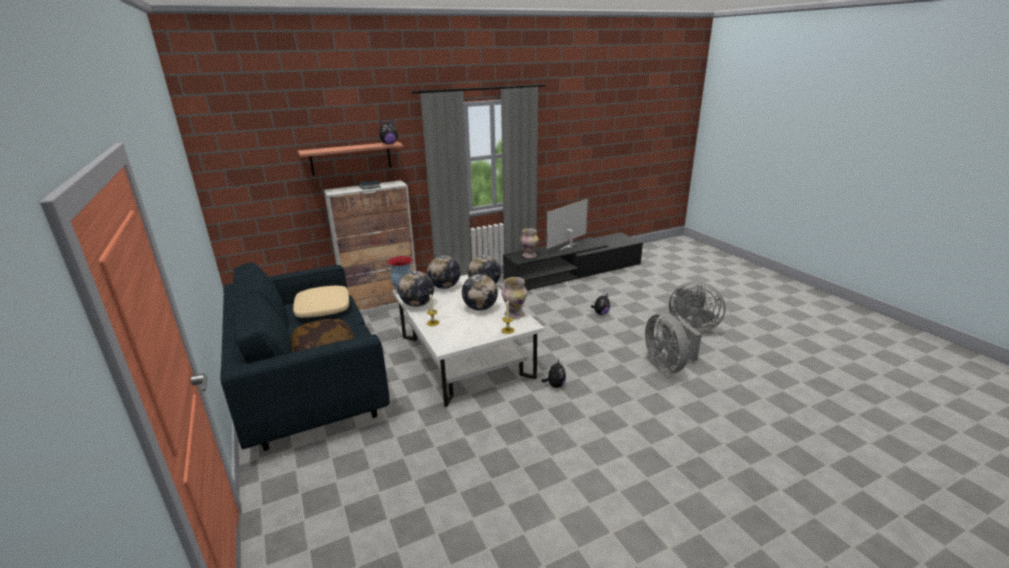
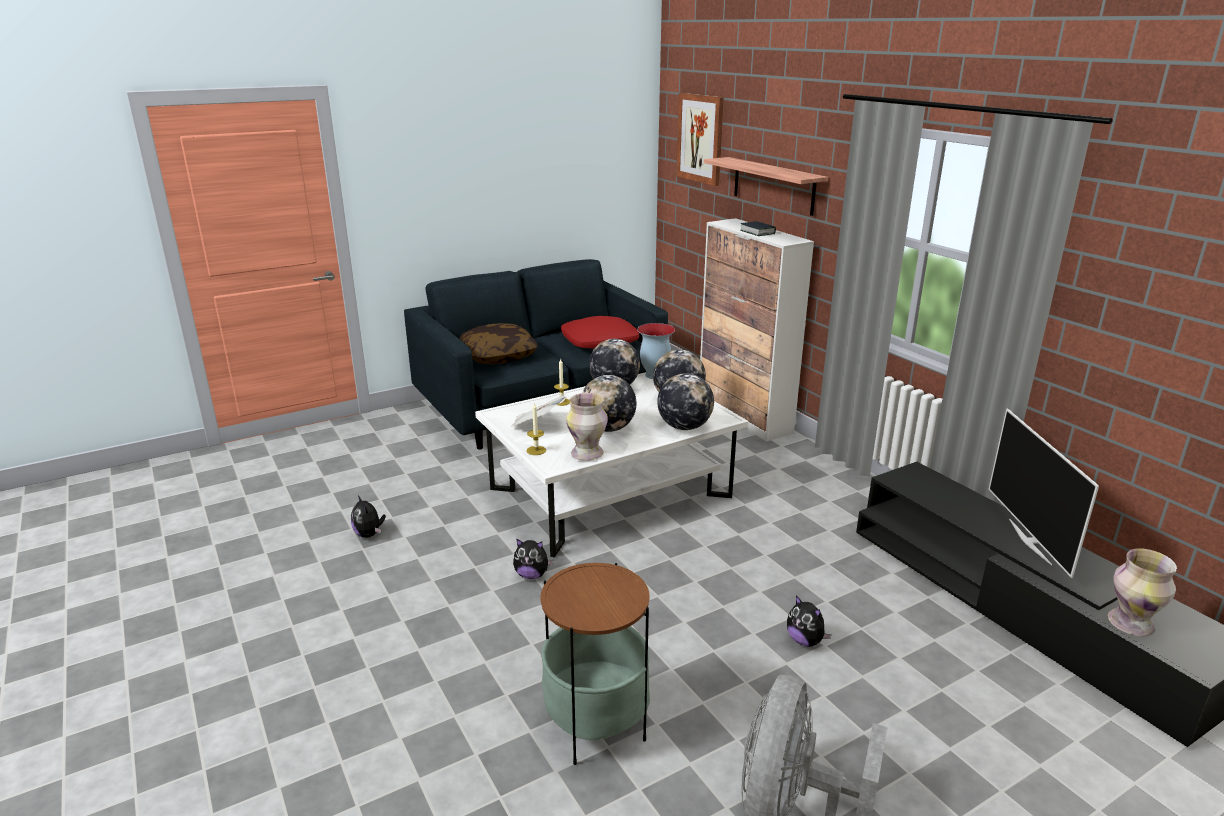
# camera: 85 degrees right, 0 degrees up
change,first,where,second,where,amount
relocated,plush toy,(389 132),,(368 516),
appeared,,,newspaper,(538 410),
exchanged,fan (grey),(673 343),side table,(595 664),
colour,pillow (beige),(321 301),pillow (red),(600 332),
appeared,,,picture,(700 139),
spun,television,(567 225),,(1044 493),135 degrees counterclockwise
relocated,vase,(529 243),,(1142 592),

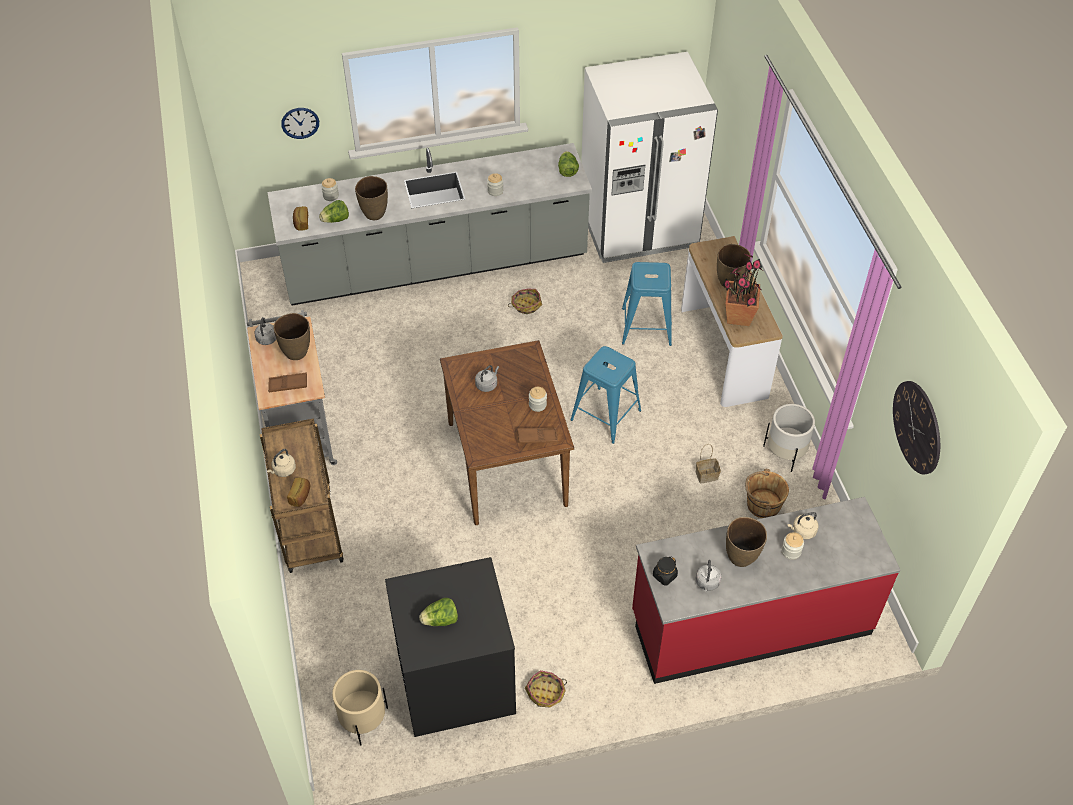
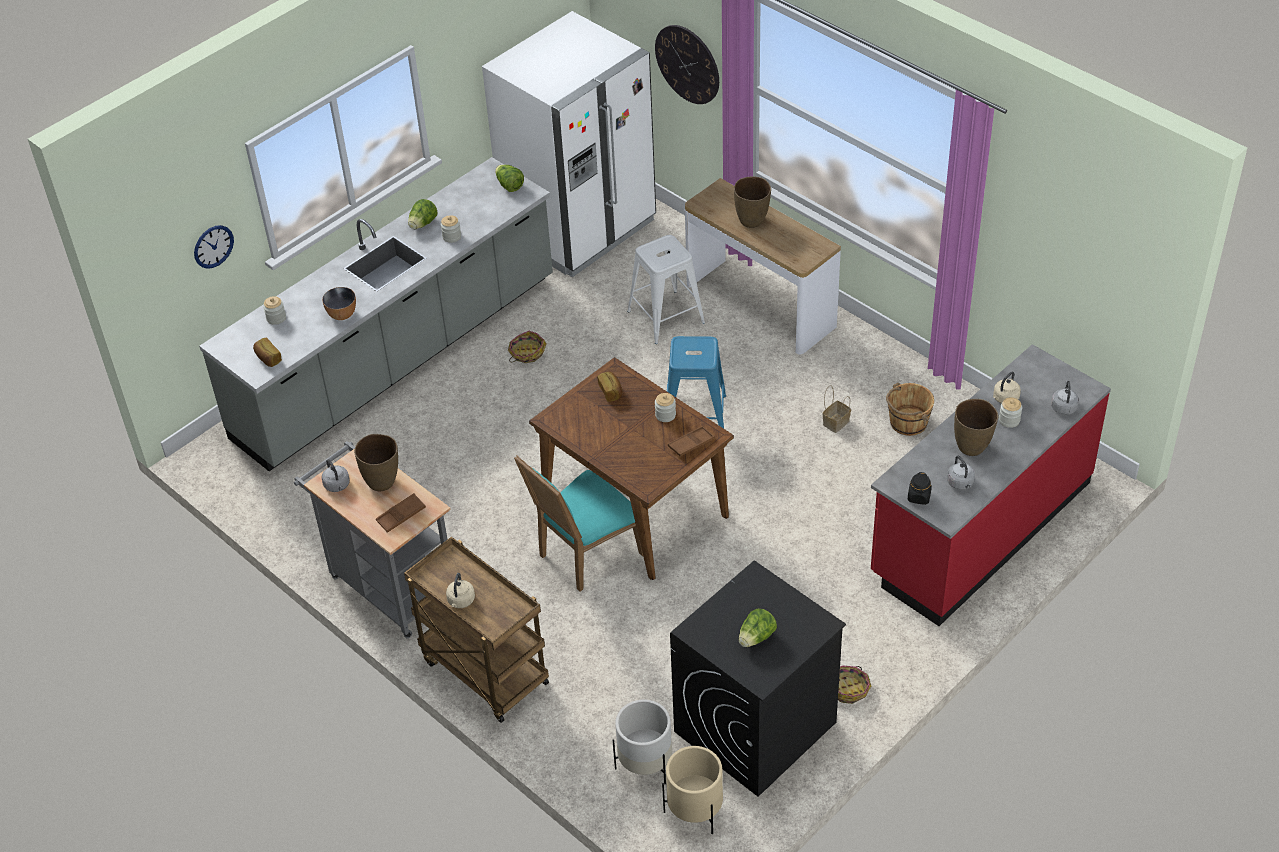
# camera: 30 degrees left, 5 degrees down
change,first,where,second,where,amount
exchanged,vase (brown),(371 198),bowl,(339 303),
relocated,lettuce,(334 211),,(423 214),
appeared,,,chair (turquoise),(578 523),
relocated,bread,(298 492),,(609 386),
relocated,planter (white),(789 438),,(642 742),
colour,stool (blue),(647 304),stool (white),(666 289),
relocated,wall clock,(916 428),,(687 64),
relocated,kettle (grey),(487 378),,(1065 398),
missing,potted plant,(743 290),,,

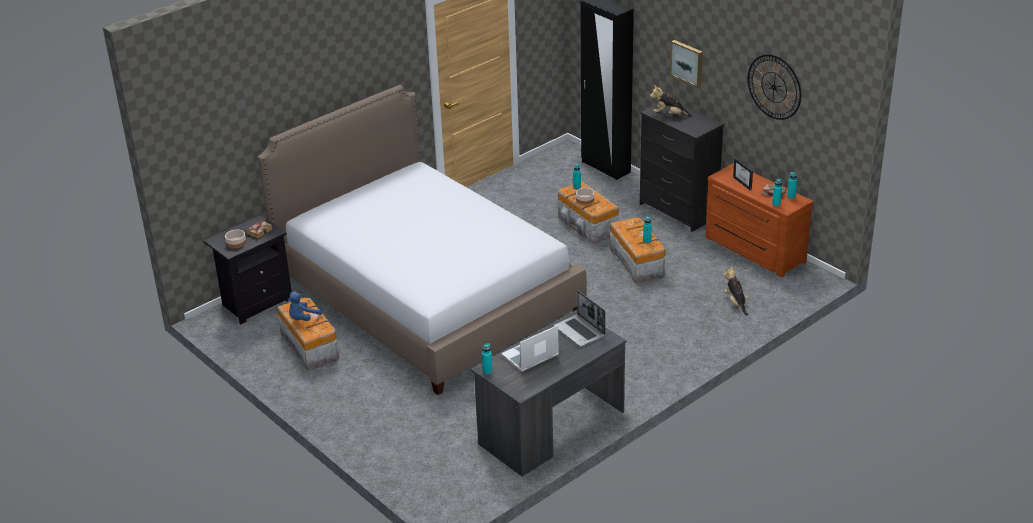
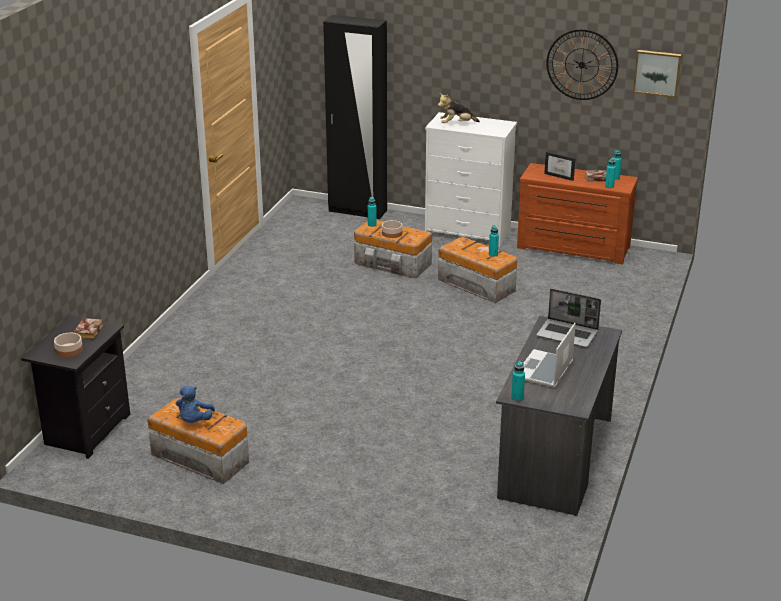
# camera: 30 degrees left, 5 degrees down
change,first,where,second,where,amount
colour,dresser (black),(682 167),dresser (white),(471 179),
relocated,picture,(686 63),,(657 74),
missing,bed,(422 240),,,
missing,plush toy,(735 291),,,

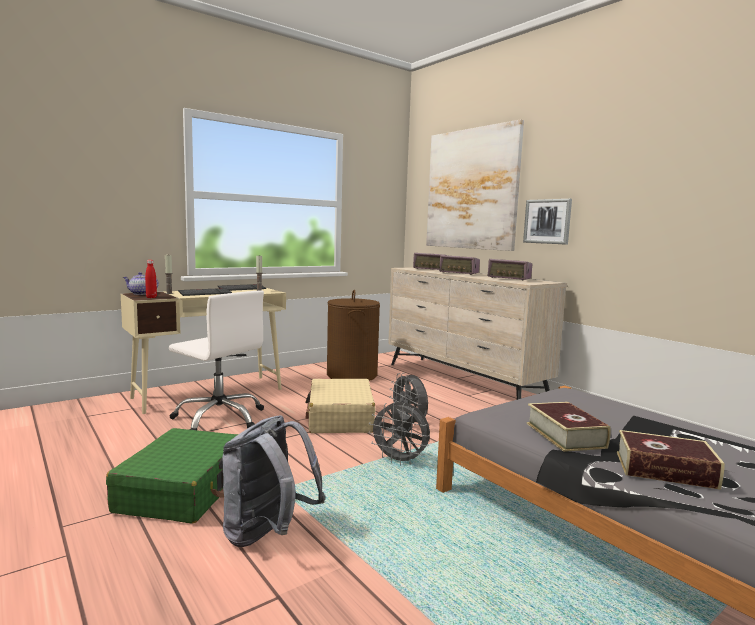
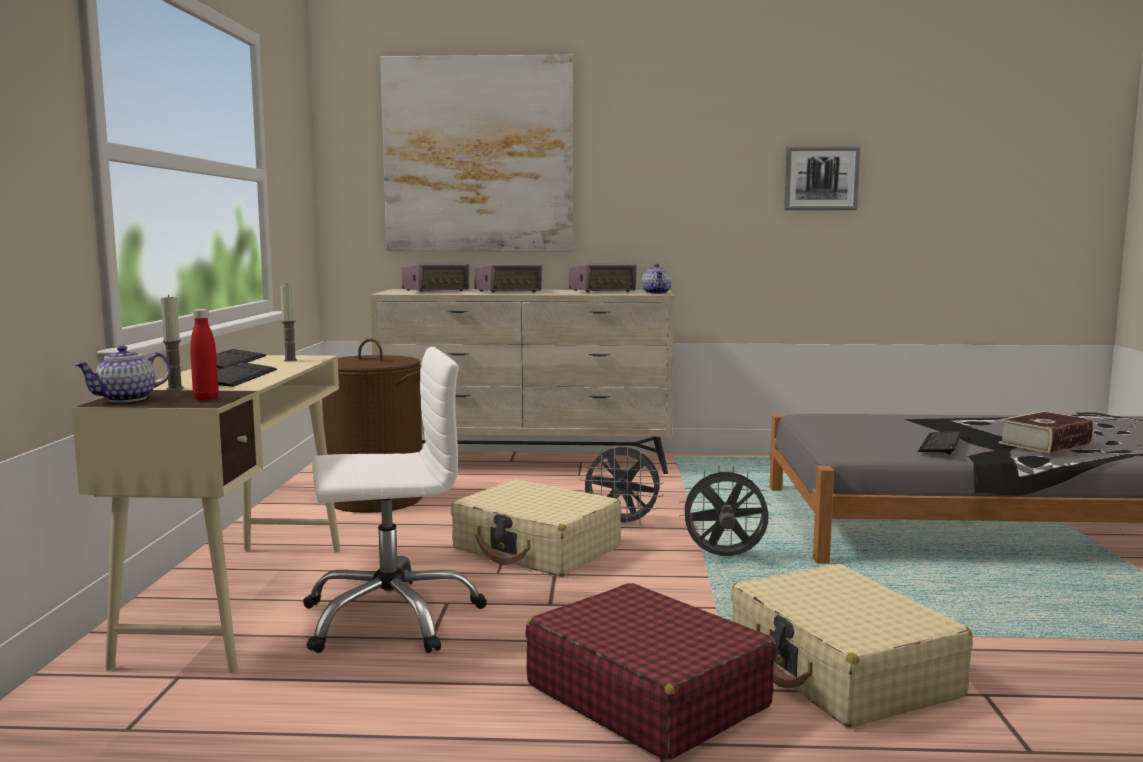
# camera: 50 degrees left, 0 degrees up
change,first,where,second,where,amount
colour,suitcase (green),(172 476),suitcase (red),(651 672),
appeared,,,teapot,(657 279),
spun,fan (grey),(399 433),,(725 511),150 degrees counterclockwise
exchanged,backpack (grey),(274 481),suitcase (beige),(852 646),
relocated,picture,(547 222),,(822 178),
exchanged,book,(568 427),keyboard,(940 442),

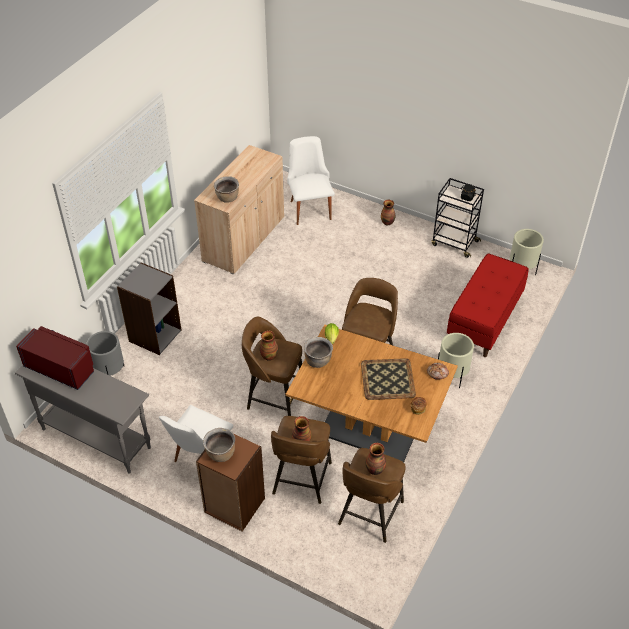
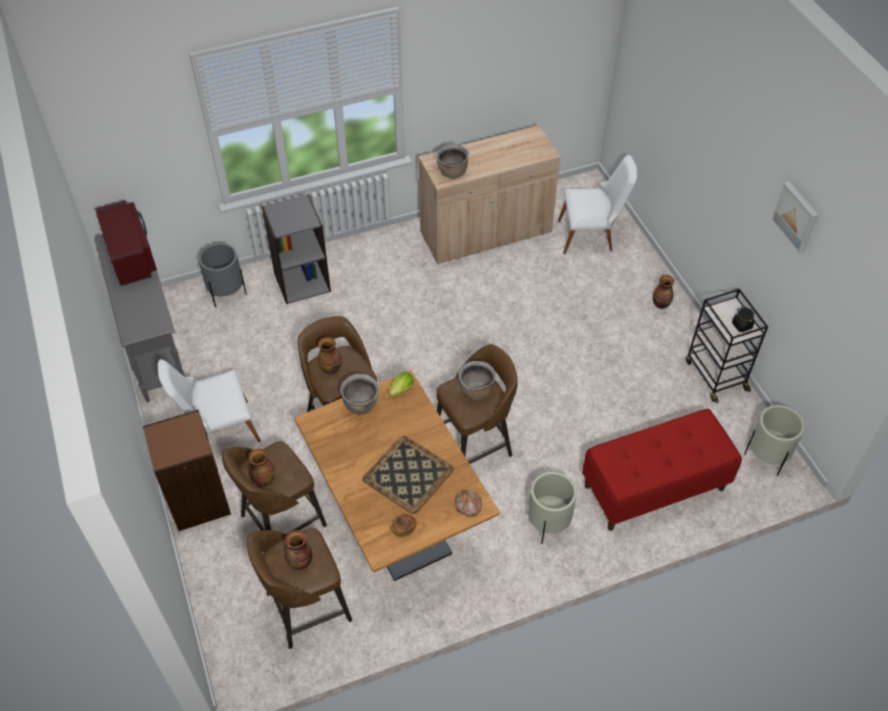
# camera: 40 degrees right, 5 degrees up
change,first,where,second,where,amount
relocated,cooking pot (brown),(219 445),,(477 380),
spun,chair (white),(311 180),,(597 204),60 degrees clockwise
appeared,,,picture,(795 217),

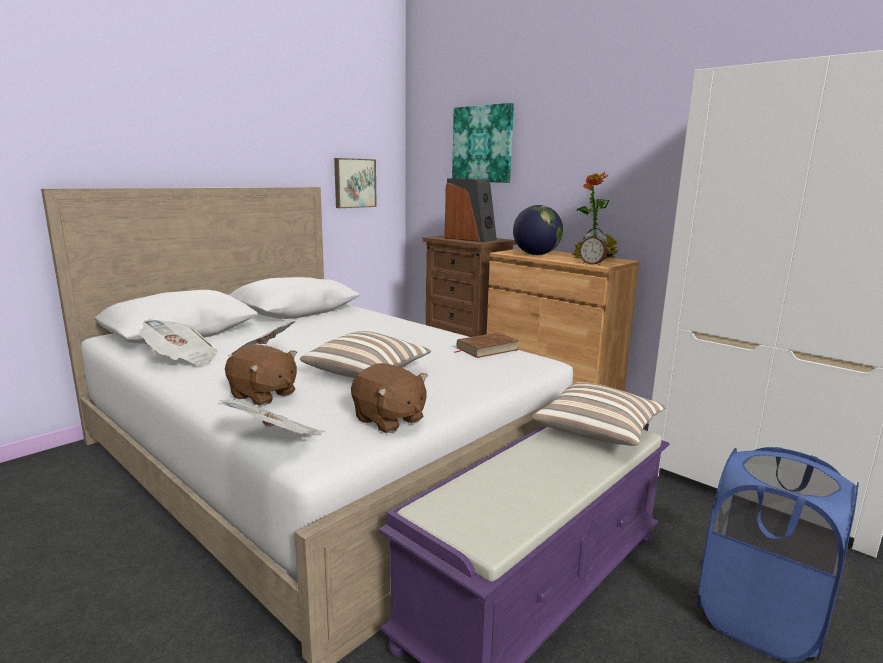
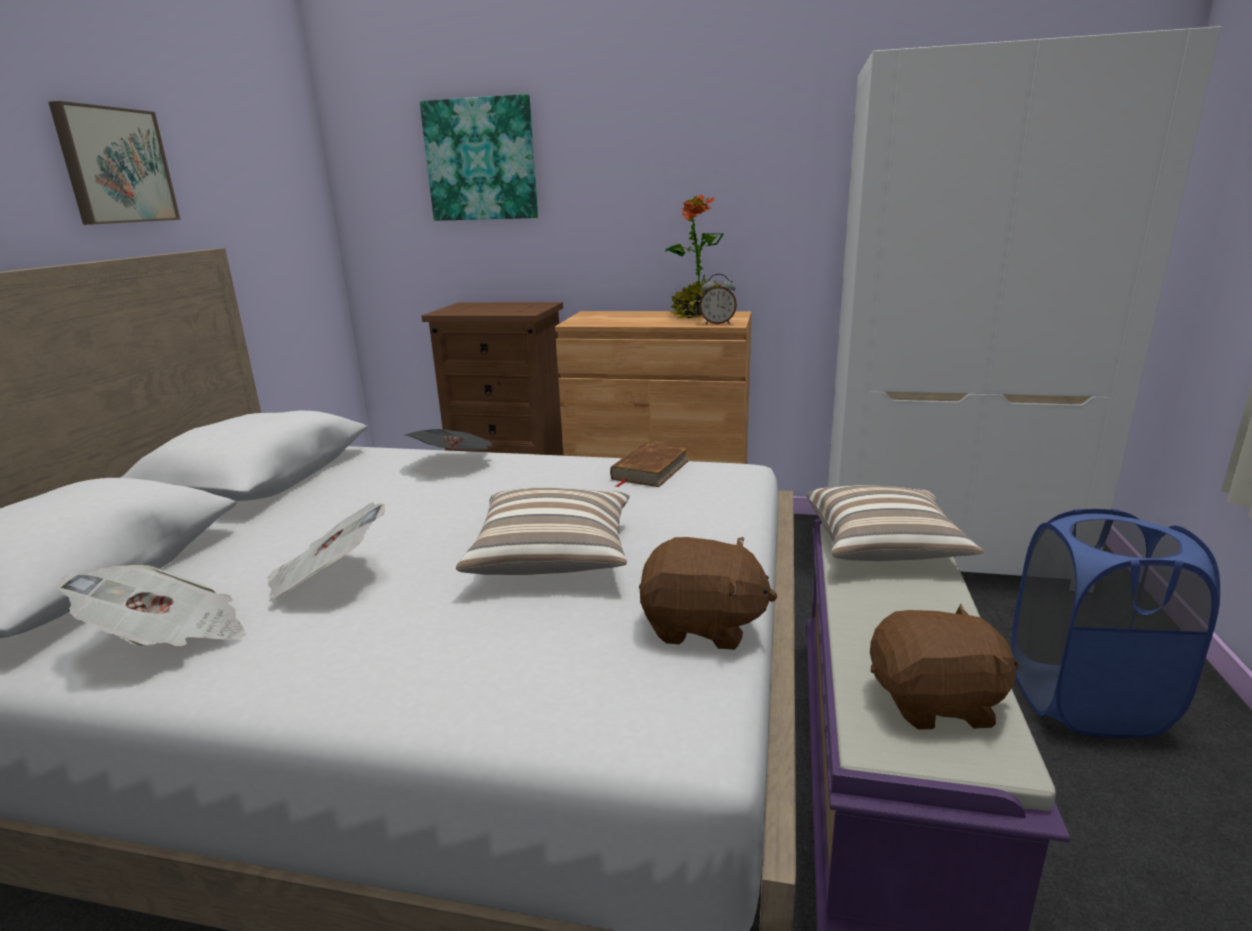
# camera: 30 degrees left, 5 degrees up
change,first,where,second,where,amount
relocated,picture,(355 183),,(114 163),
relocated,newspaper,(272 417),,(449 439),
relocated,plush toy (brown),(261 375),,(944 667),
missing,speaker,(470 210),,,
missing,globe,(538 230),,,

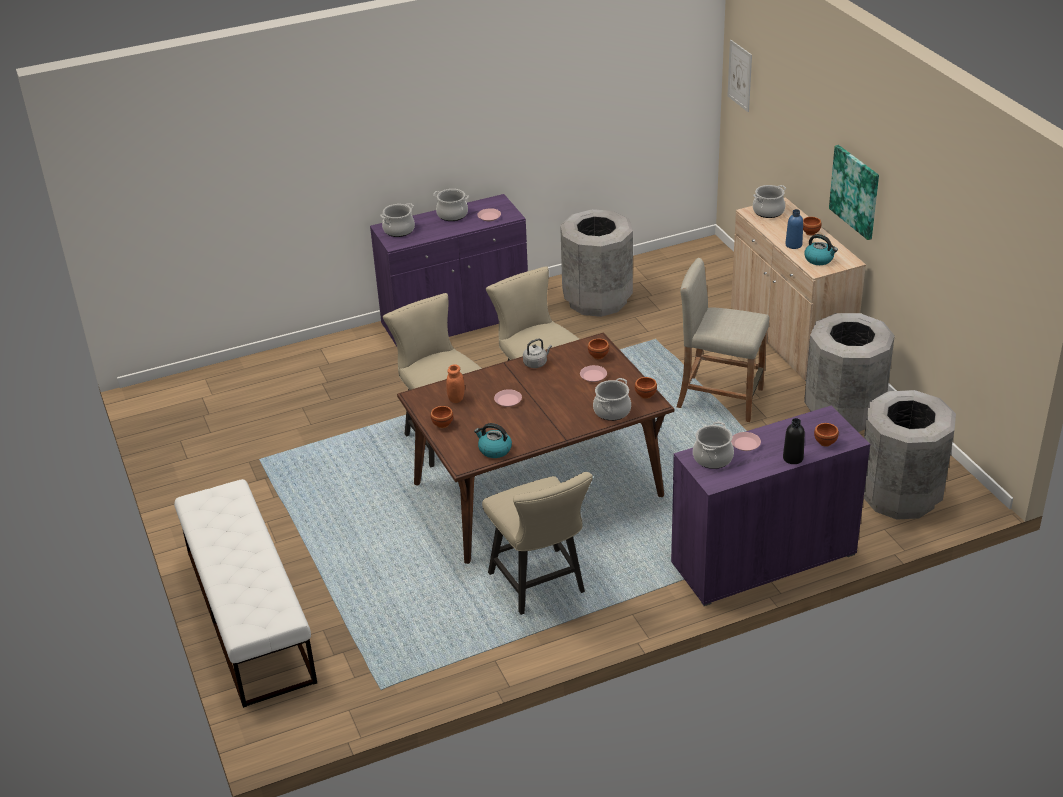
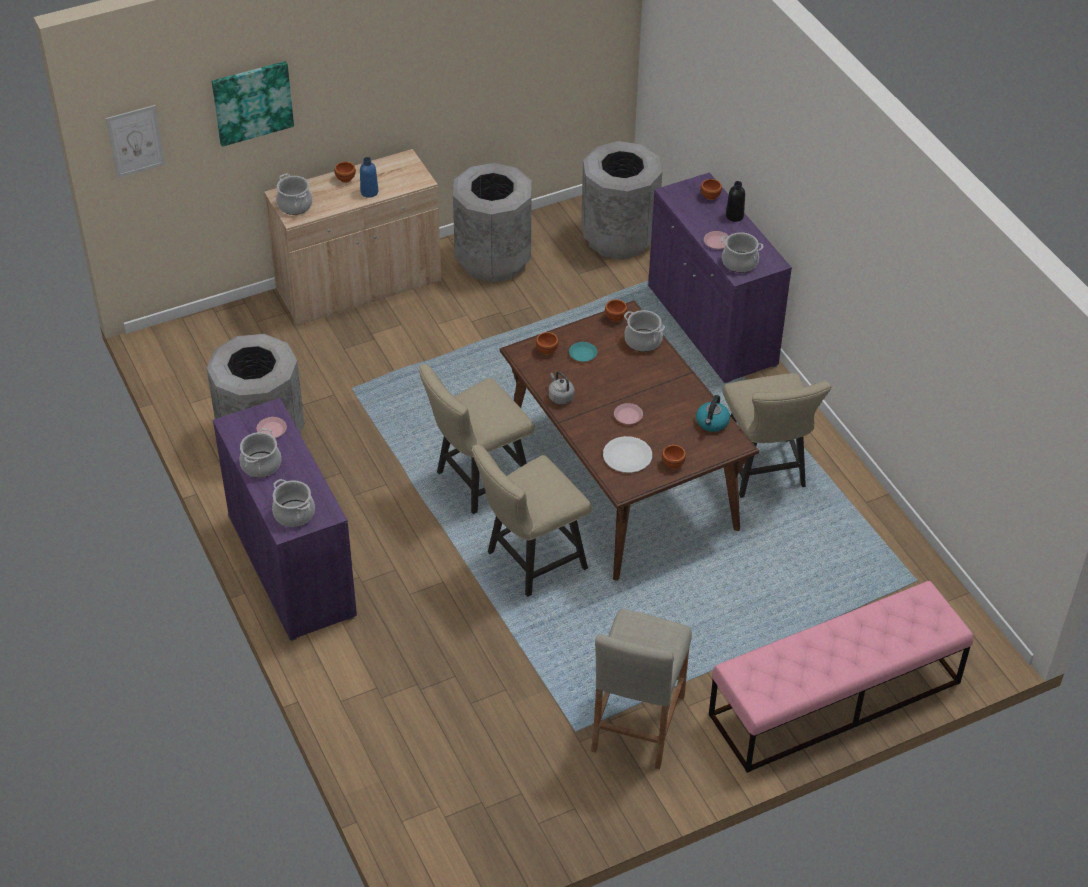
# camera: 95 degrees left, 10 degrees up
change,first,where,second,where,amount
relocated,picture,(854 192),,(253 104),
colour,plate (pink),(593 373),plate (turquoise),(583 352),
relocated,stool (beige),(723 340),,(641 689),
exchanged,jar (orange),(455 383),plate (white),(627 454),
colour,bench (white),(245 593),bench (pink),(841 677),
spun,chair (beige),(537 543),,(777 435),105 degrees clockwise
missing,kettle,(821 249),,,

